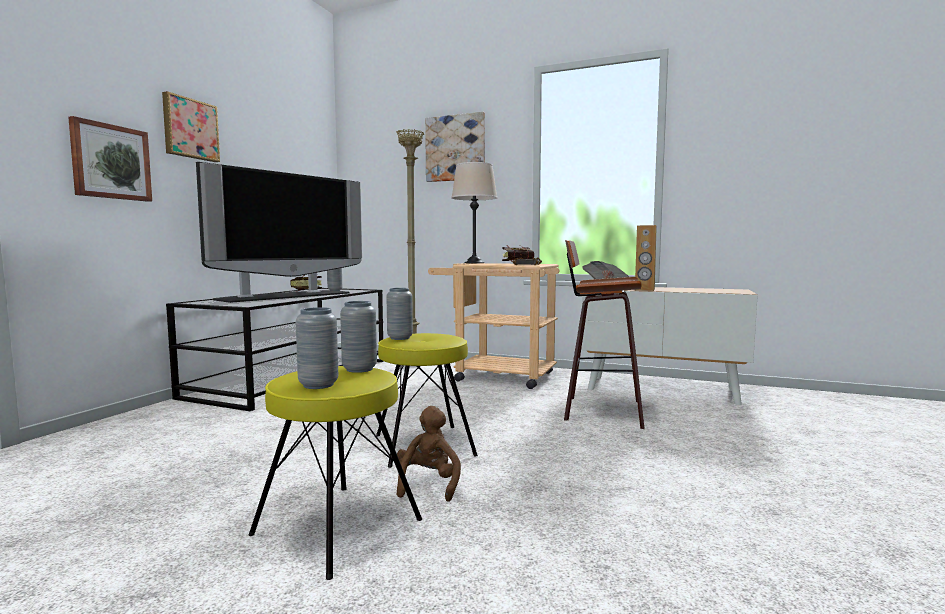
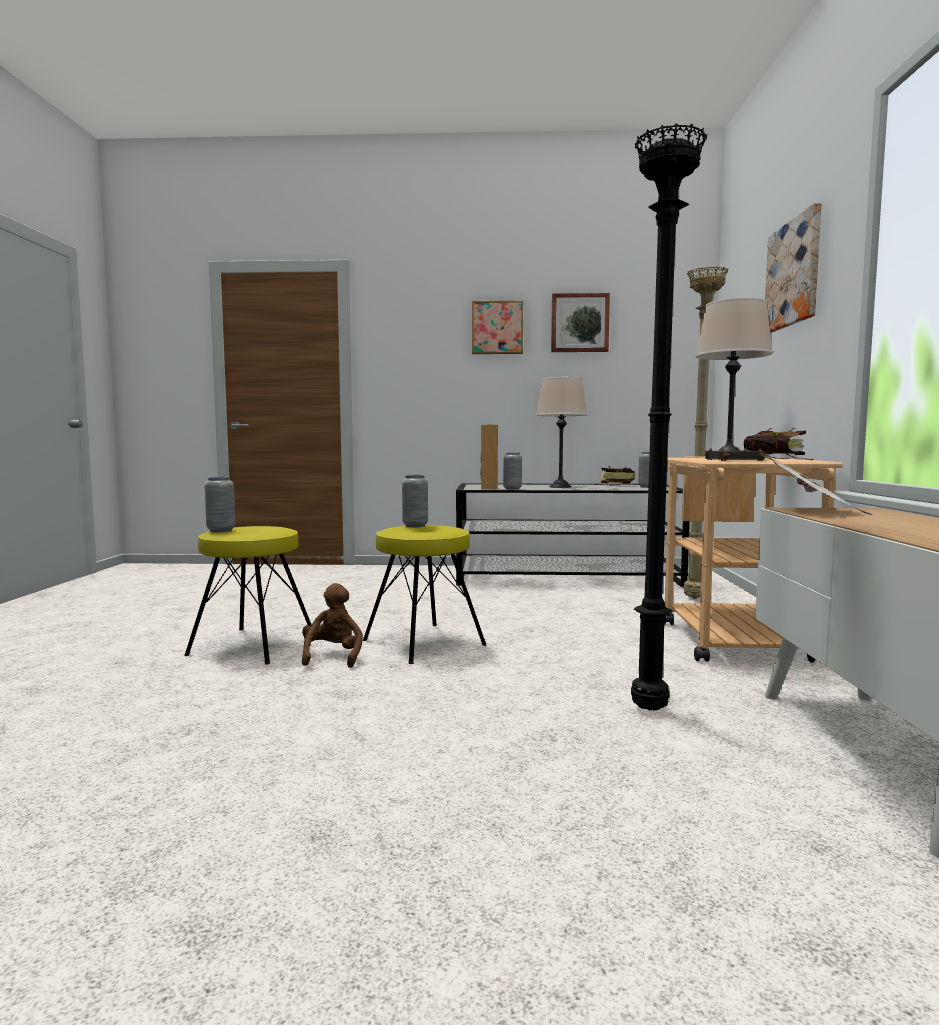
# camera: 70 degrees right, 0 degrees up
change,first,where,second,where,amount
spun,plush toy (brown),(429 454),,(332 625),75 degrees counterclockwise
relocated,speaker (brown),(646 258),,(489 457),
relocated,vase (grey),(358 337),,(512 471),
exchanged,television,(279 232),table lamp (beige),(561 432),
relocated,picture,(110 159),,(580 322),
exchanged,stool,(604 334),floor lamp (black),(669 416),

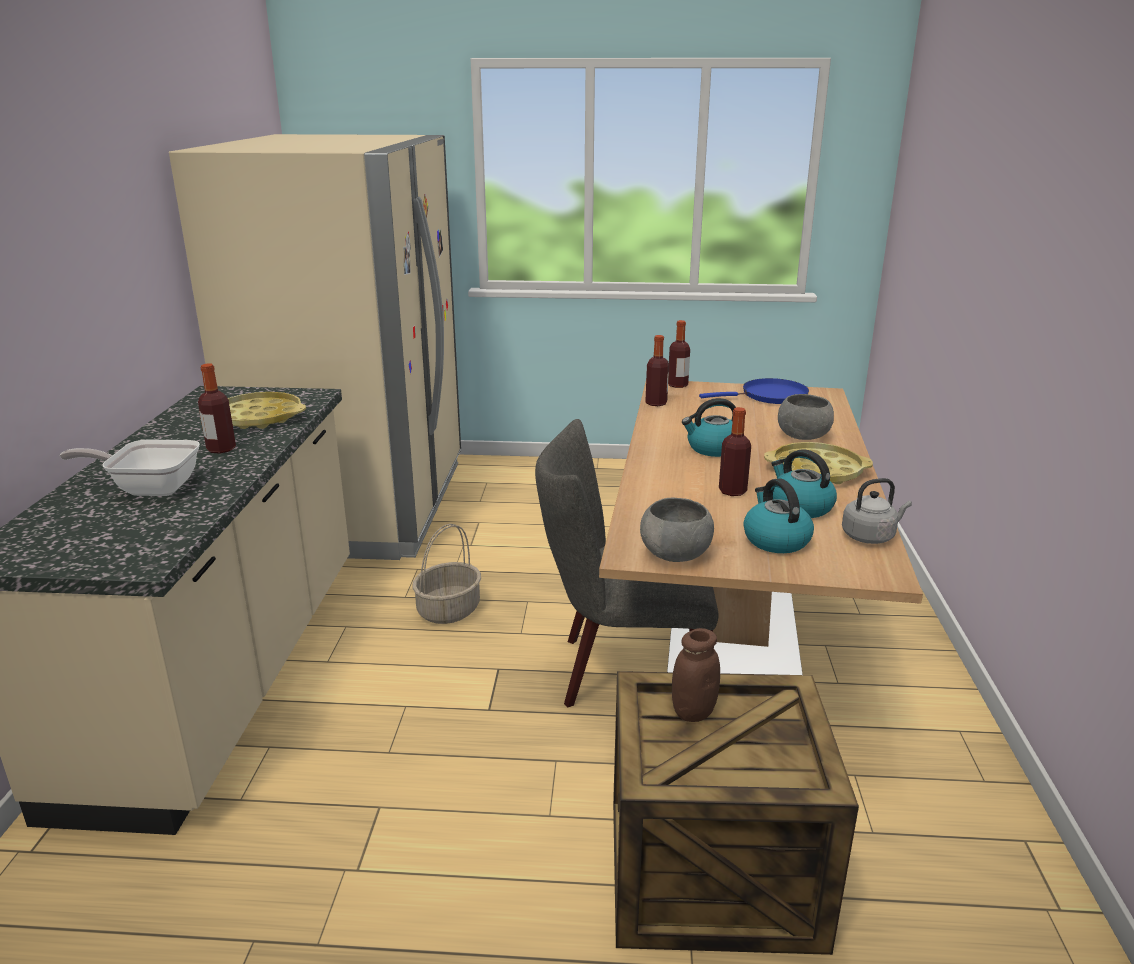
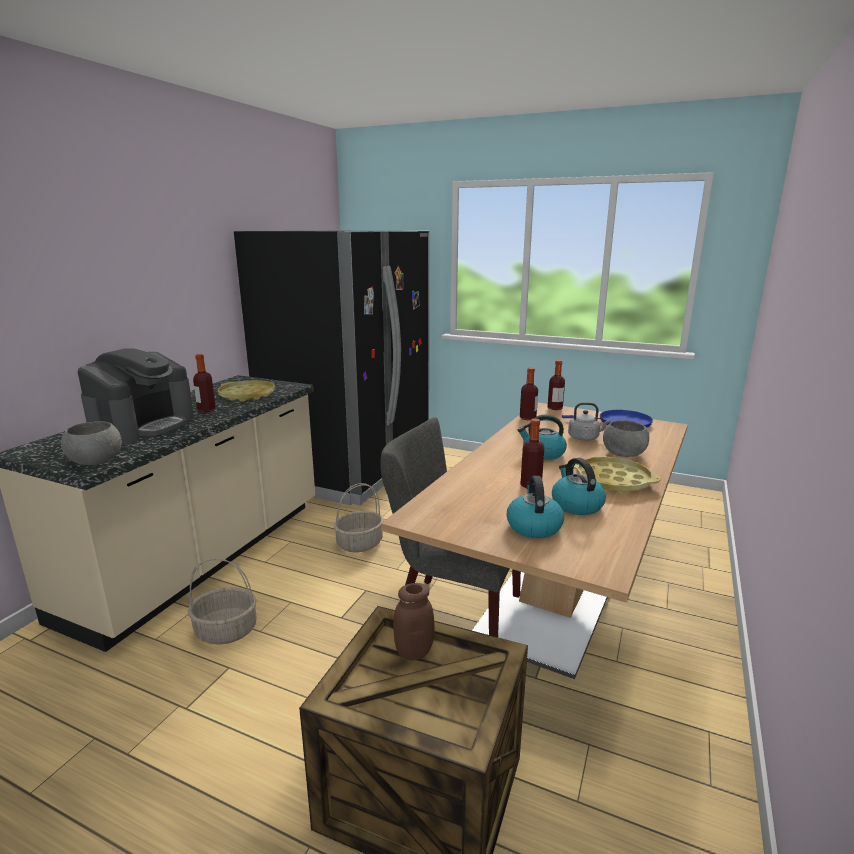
# camera: 20 degrees right, 5 degrees down
change,first,where,second,where,amount
relocated,bowl (grey),(677 530),,(91 443),
exchanged,frying pan,(130 467),coffee machine,(136 396),
appeared,,,basket,(222 601),
colour,fridge (beige),(315 347),fridge (black),(331 368),
relocated,kettle (grey),(877 511),,(589 421),

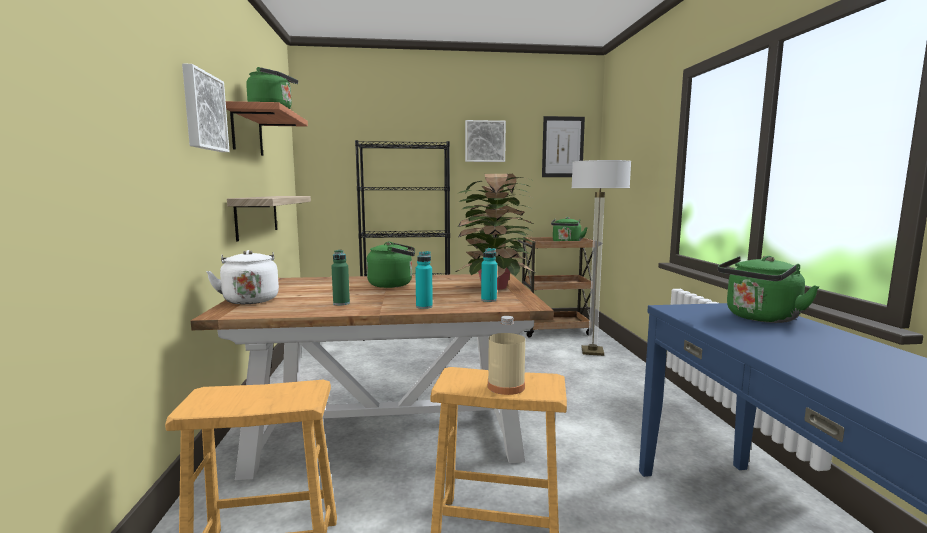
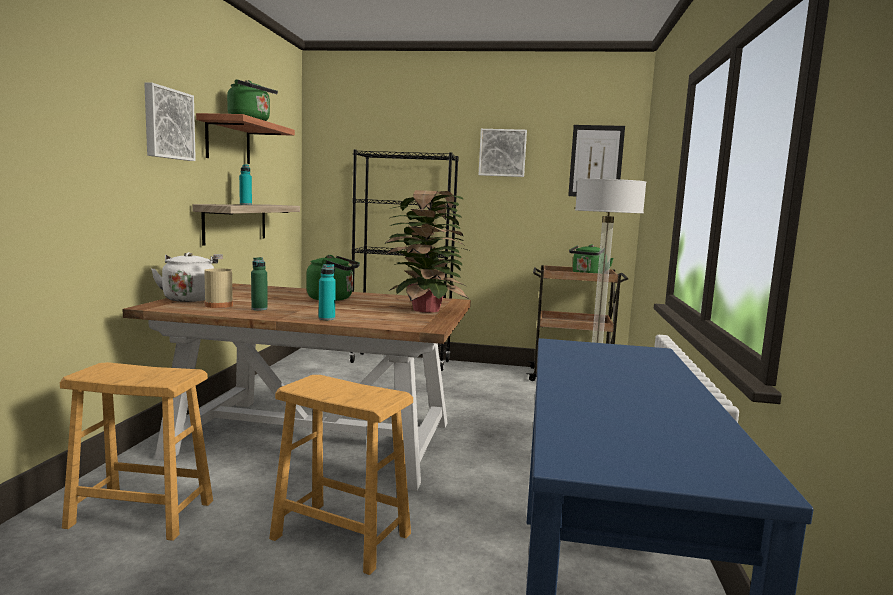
# camera: 15 degrees right, 0 degrees up
change,first,where,second,where,amount
relocated,bottle (beige),(506 355),,(218 281),
relocated,bottle (turquoise),(489 275),,(245 184),
missing,kettle (green),(769 289),,,

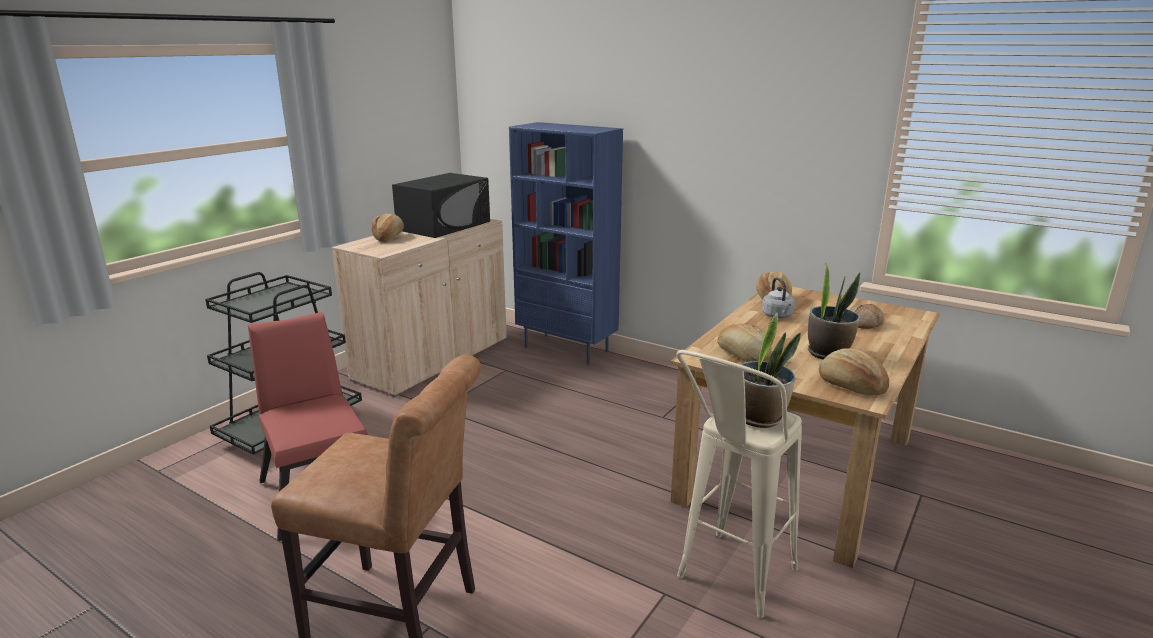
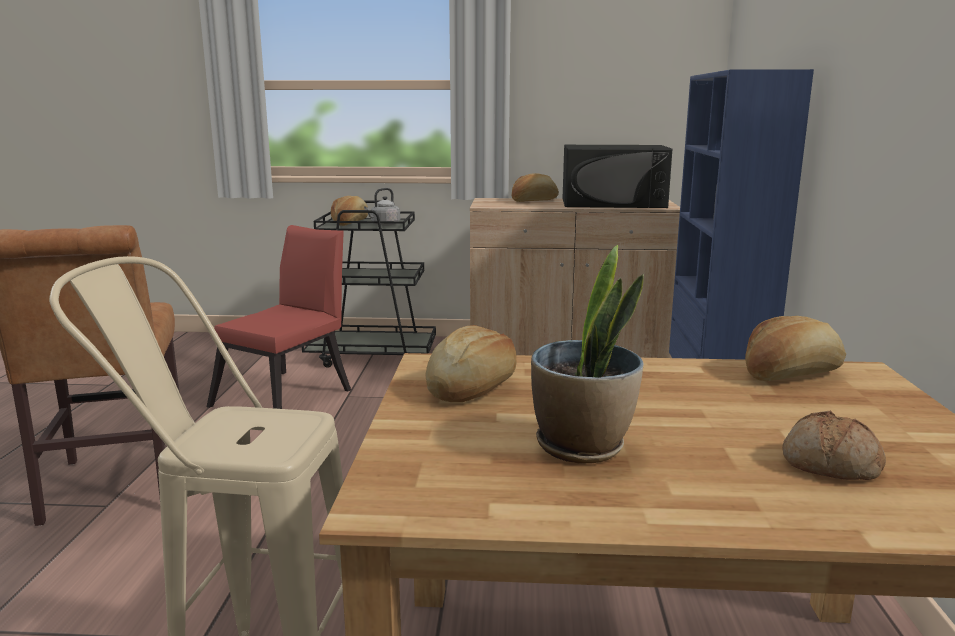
# camera: 60 degrees right, 5 degrees down
change,first,where,second,where,amount
relocated,bread,(854 371),,(349 211),
relocated,kettle (grey),(778 297),,(382 207),
missing,potted plant,(771 370),,,

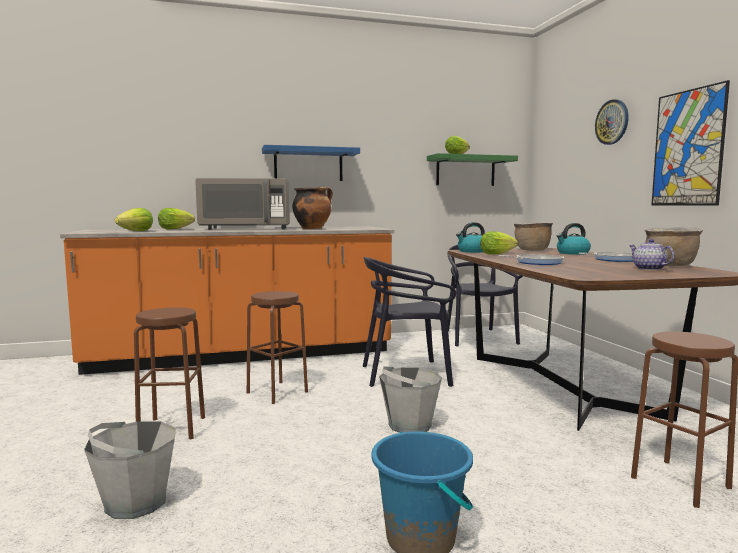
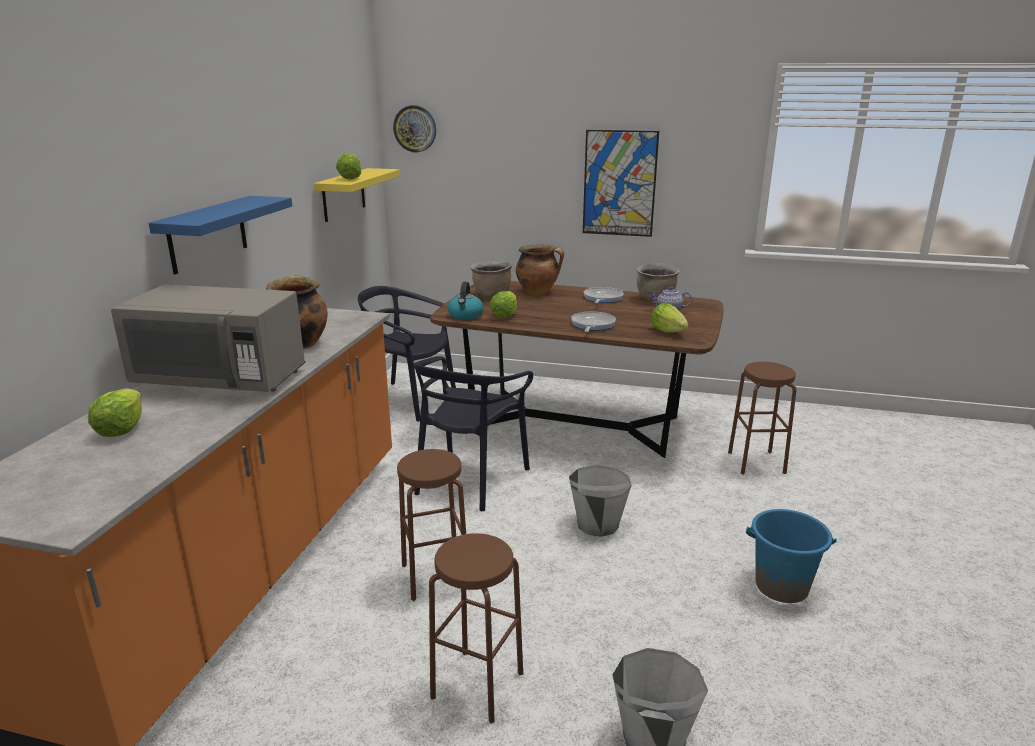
# camera: 60 degrees left, 15 degrees up
change,first,where,second,where,amount
spun,microwave (grey),(242 204),,(208 338),75 degrees clockwise
colour,shelf (green),(472 169),shelf (yellow),(357 195),
relocated,wall clock,(612 122),,(414 128),
exchanged,kettle,(574 239),cooking pot,(540 270),
relocated,lettuce,(134 219),,(670 318),

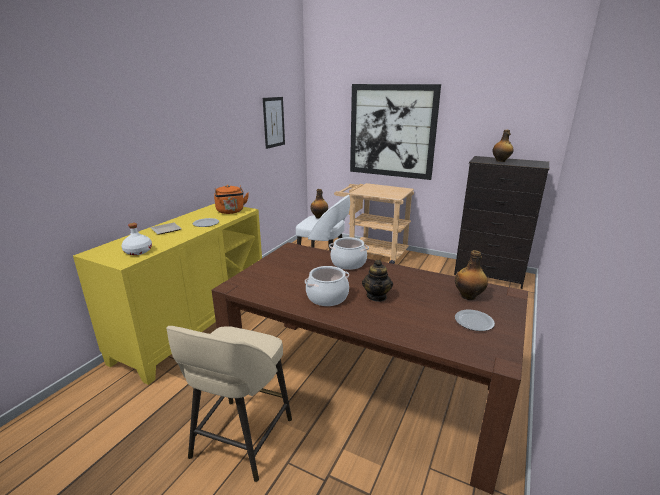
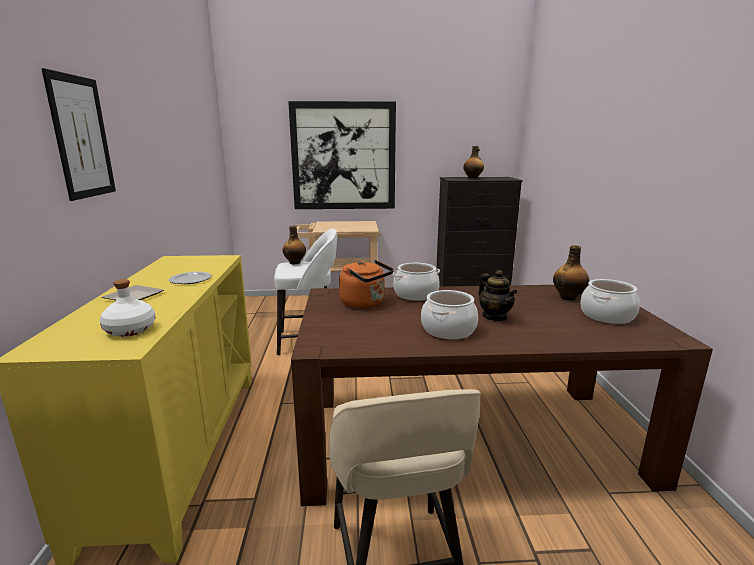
# camera: 30 degrees left, 5 degrees down
change,first,where,second,where,amount
relocated,picture,(274 123),,(78 134),
relocated,kettle (orange),(231 199),,(366 284),
exchanged,plate,(475 320),cooking pot,(610 301),

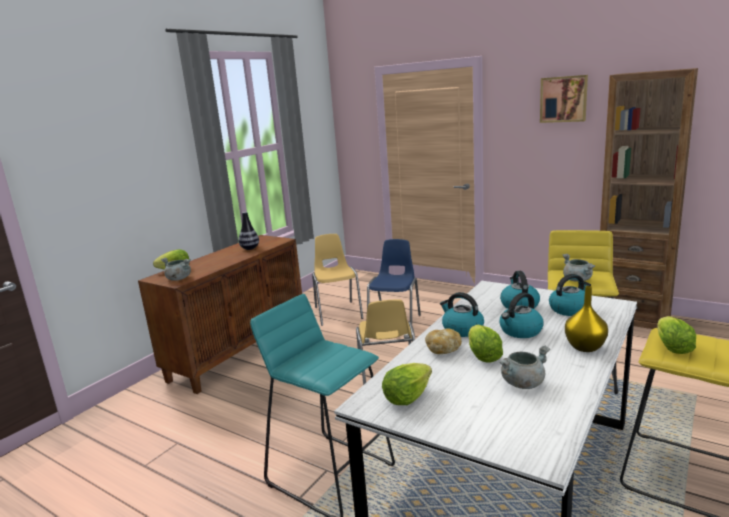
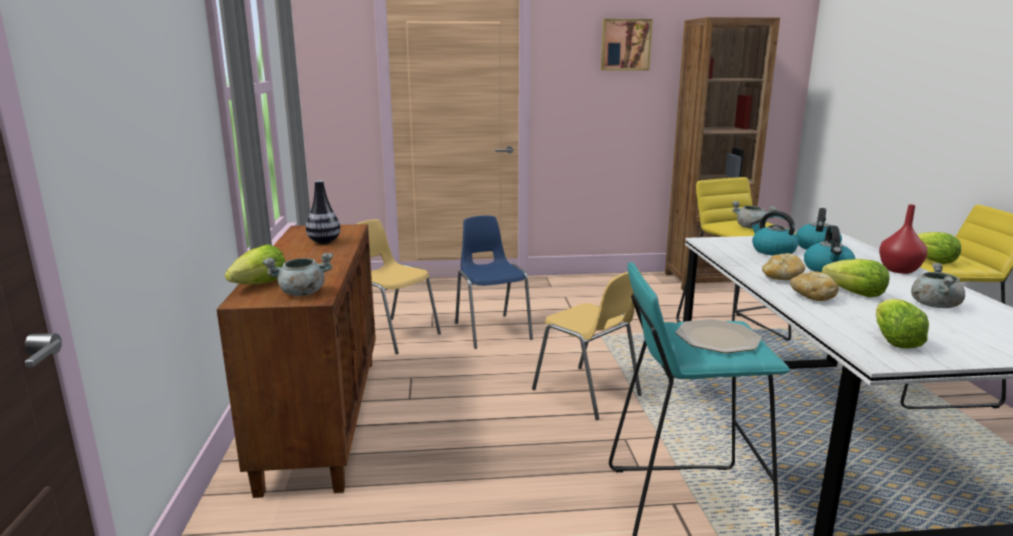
# camera: 40 degrees left, 0 degrees up
change,first,where,second,where,amount
appeared,,,plate,(718 336),
exchanged,kettle,(462 314),bread,(783 266),
colour,vase (yellow),(586 319),vase (red),(903 239),

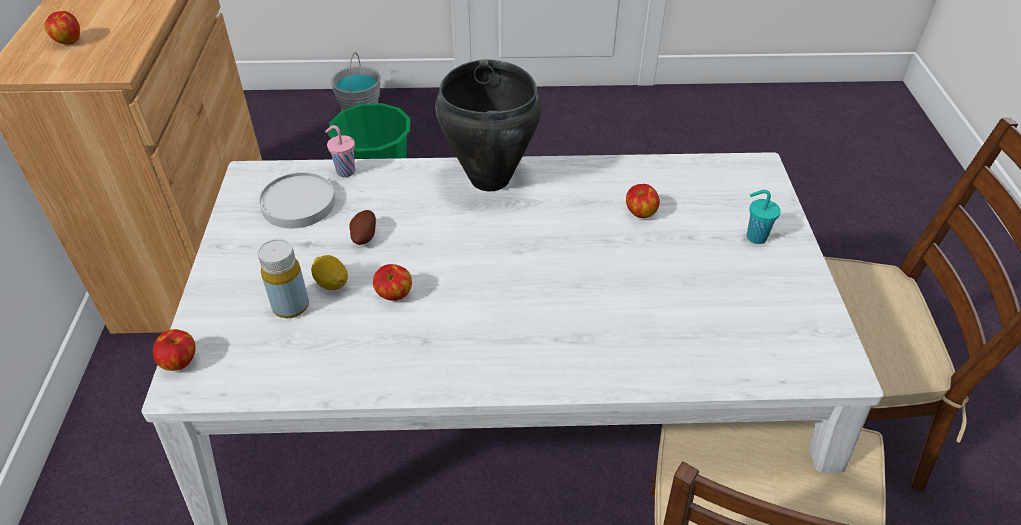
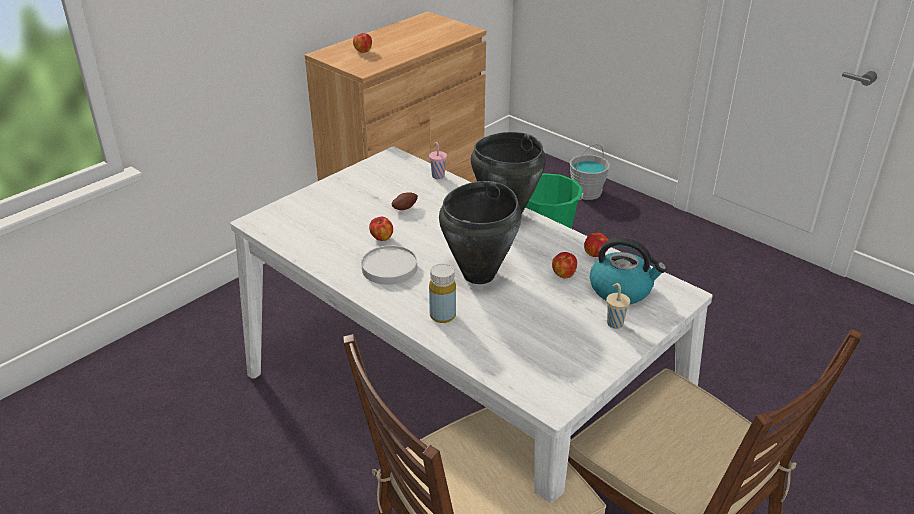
# camera: 45 degrees right, 10 degrees down
change,first,where,second,where,amount
relocated,plate (white),(297 200),,(389 265),
relocated,bottle (yellow),(283 278),,(442 293),
appeared,,,cooking pot (black),(480 232),
relocated,apple,(174 350),,(596 244),
appeared,,,kettle,(628 270),
colour,cup (turquoise),(764 217),cup (beige),(618 306),
missing,lemon,(329 272),,,

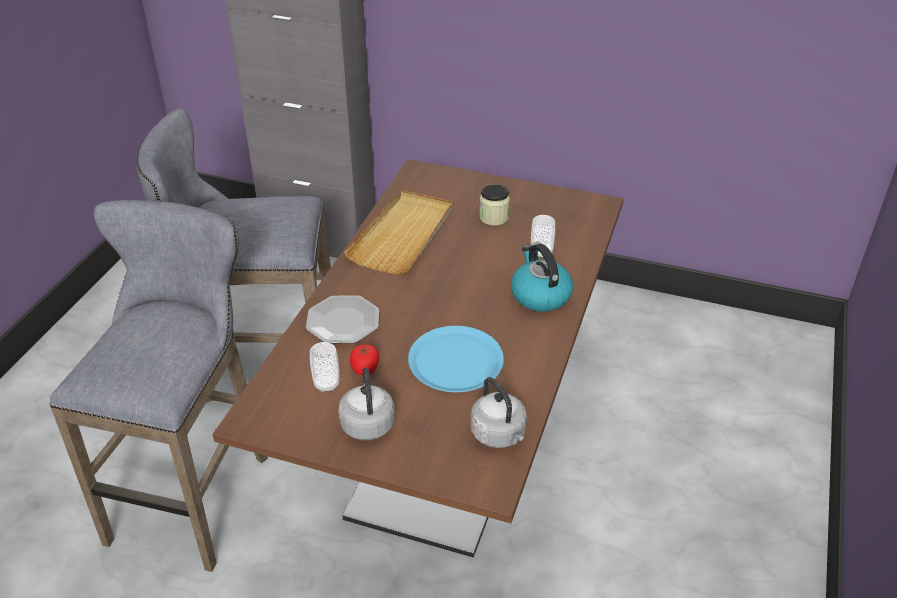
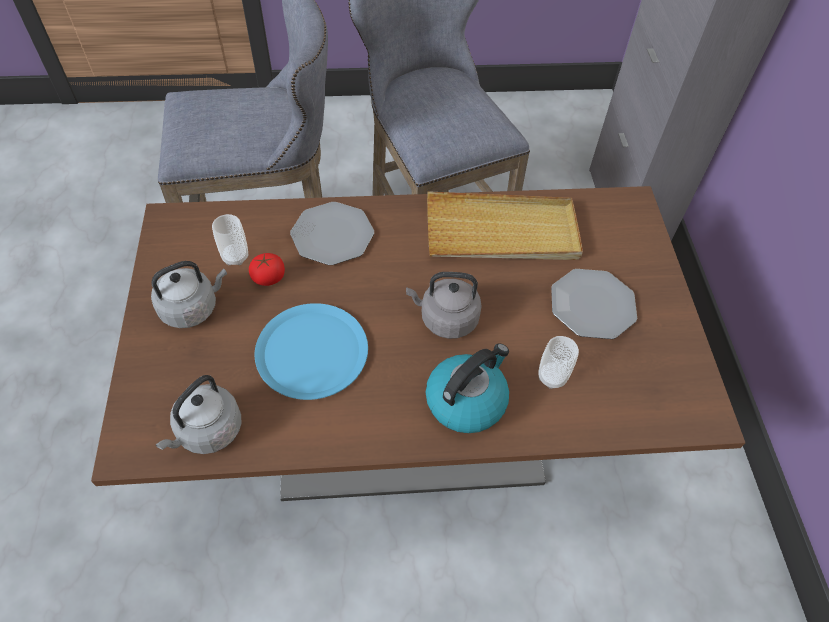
# camera: 65 degrees right, 15 degrees up
change,first,where,second,where,amount
appeared,,,kettle (grey),(444 305),
exchanged,jar,(494 205),plate,(594 304),

